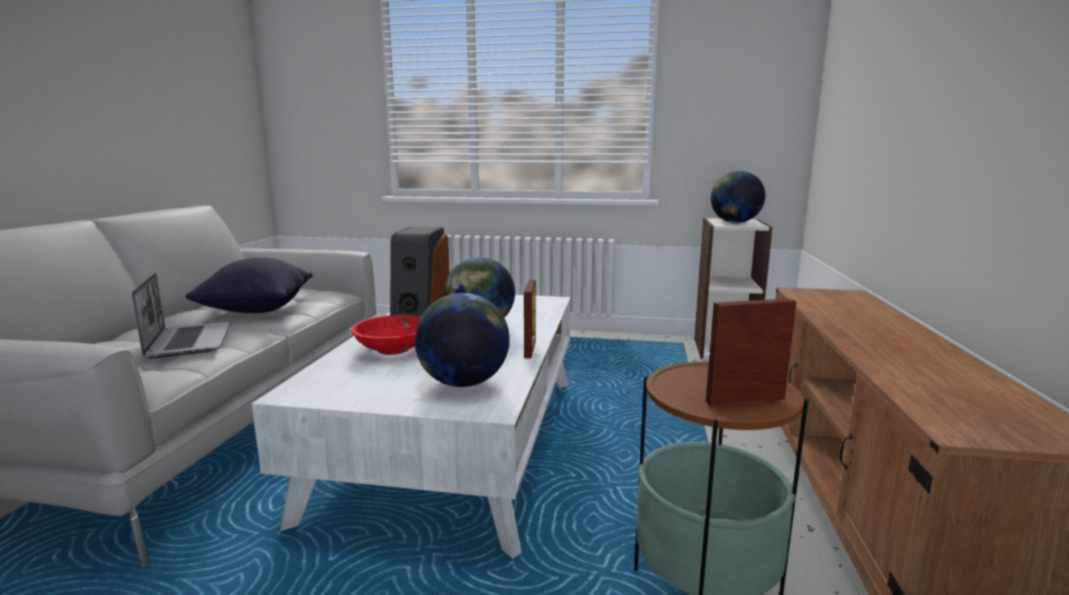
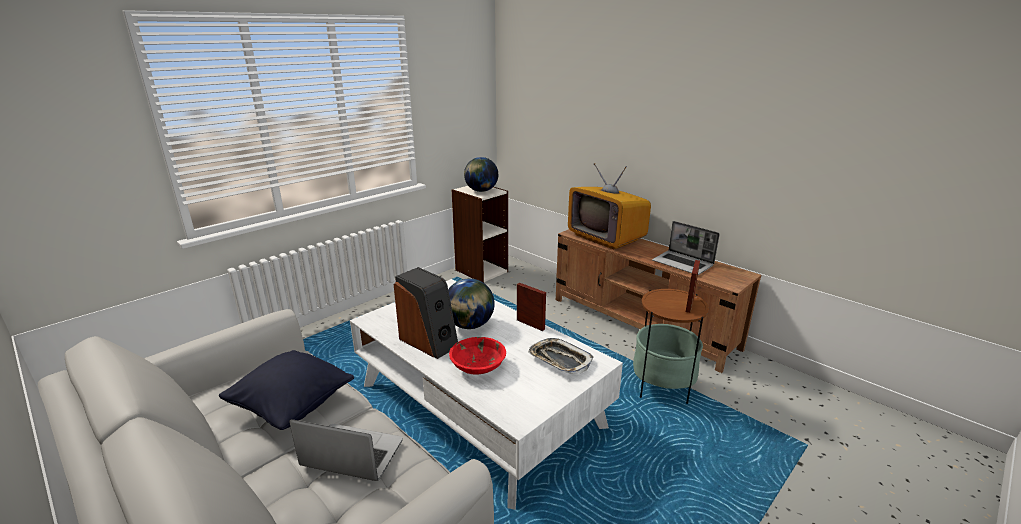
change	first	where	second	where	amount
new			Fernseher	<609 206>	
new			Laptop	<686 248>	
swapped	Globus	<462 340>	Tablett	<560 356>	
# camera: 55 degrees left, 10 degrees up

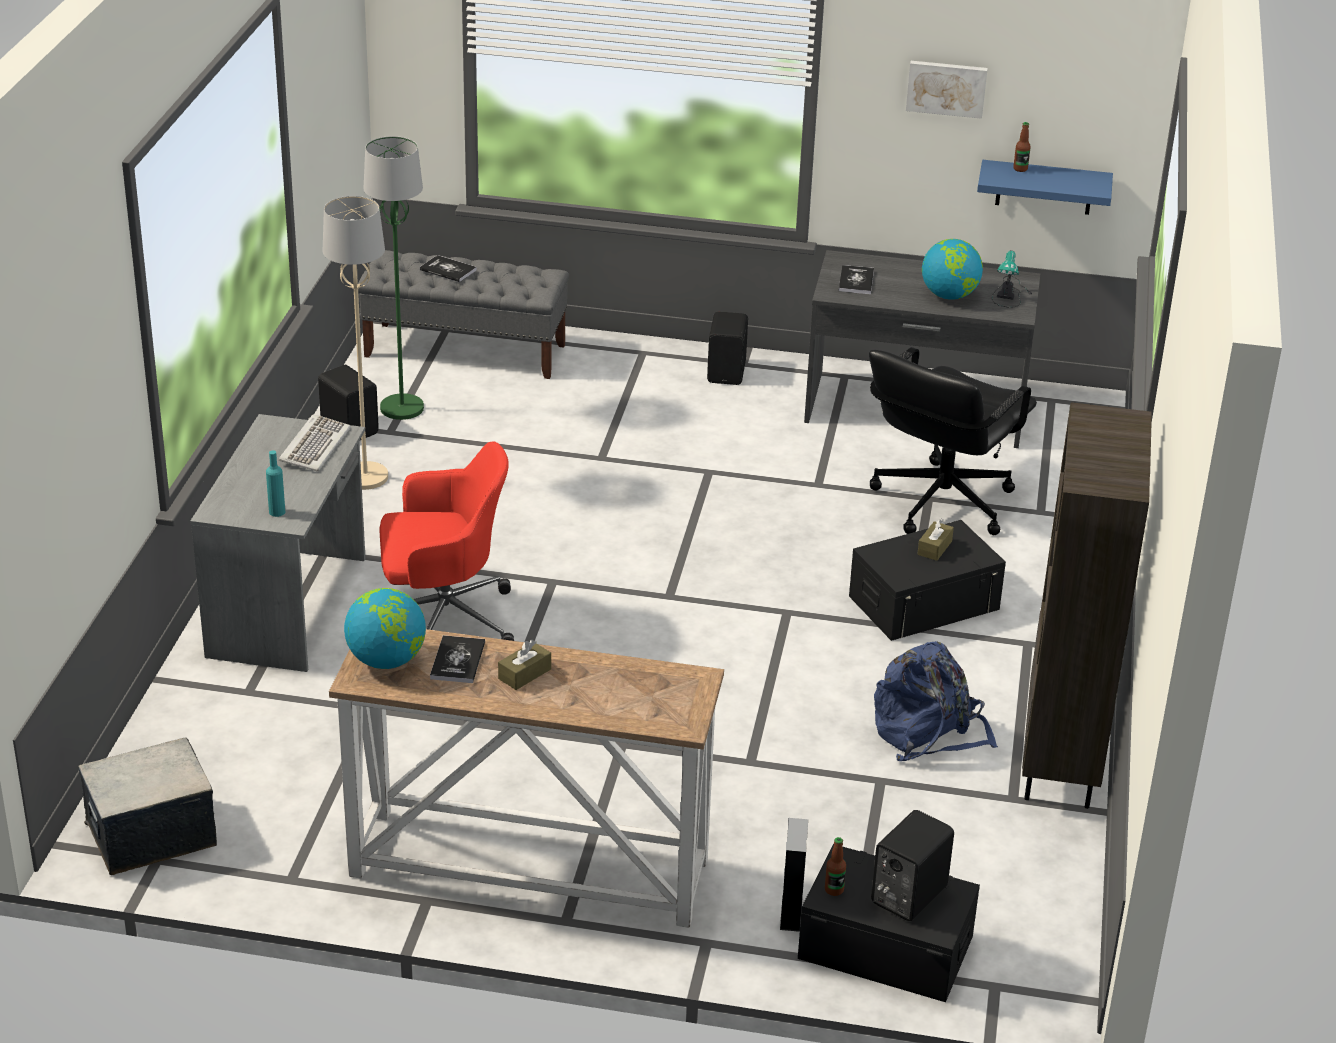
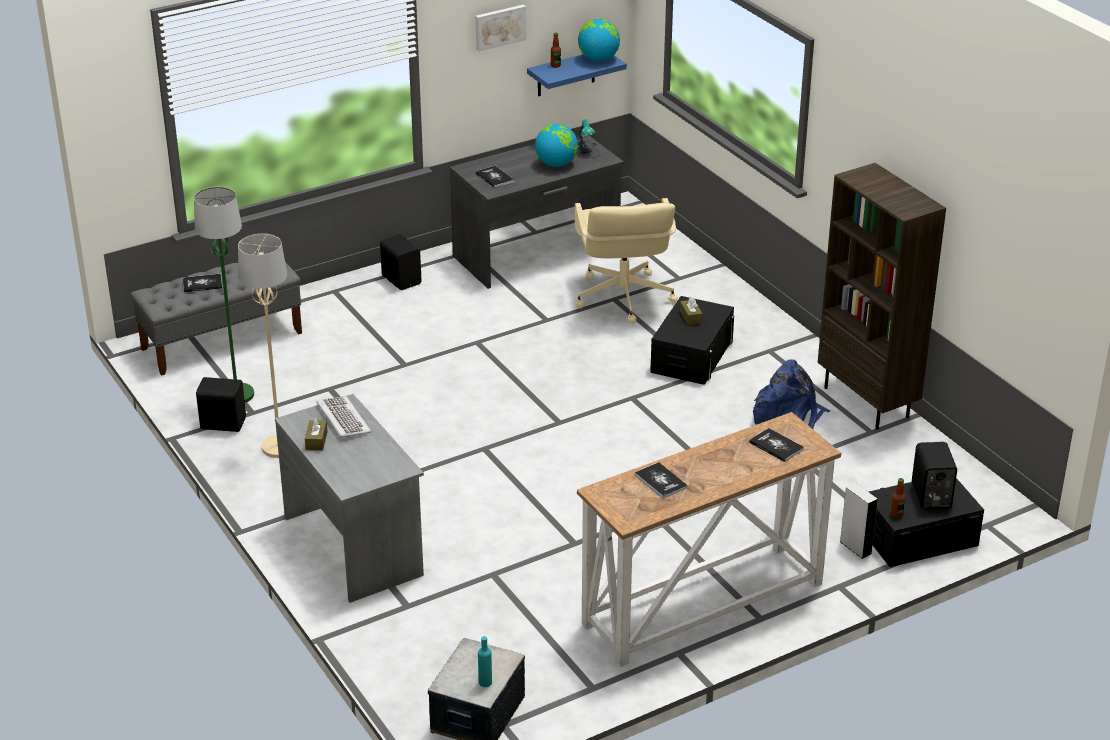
change	first	where	second	where	amount
gone	Bürostuhl/rot	<446 541>			
new			Buch	<776 445>	
shifted	Flasche/türkis	<275 483>		<485 661>	
shifted	Globus	<385 628>		<599 40>	
shifted	Taschentuchbox/braun	<524 665>		<316 434>	
repainted	Bürostuhl/schwarz	<953 441>	Bürostuhl/beige	<626 261>	
# camera: 40 degrees left, 0 degrees up

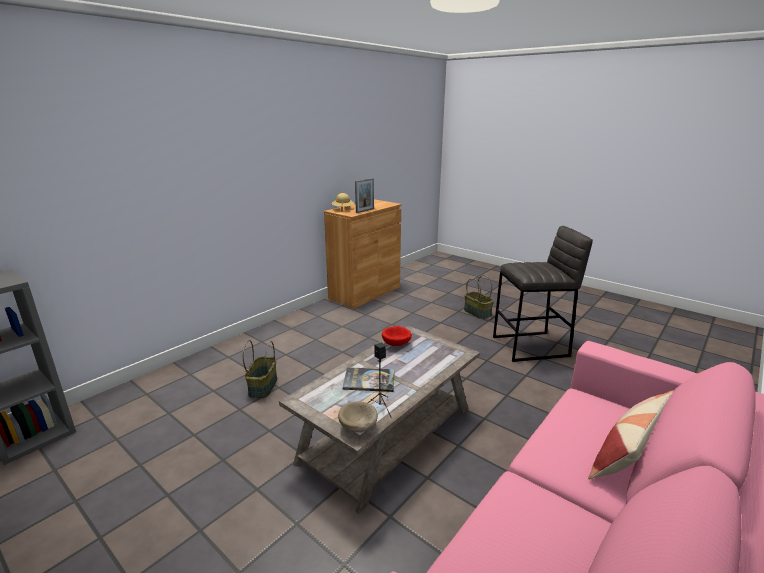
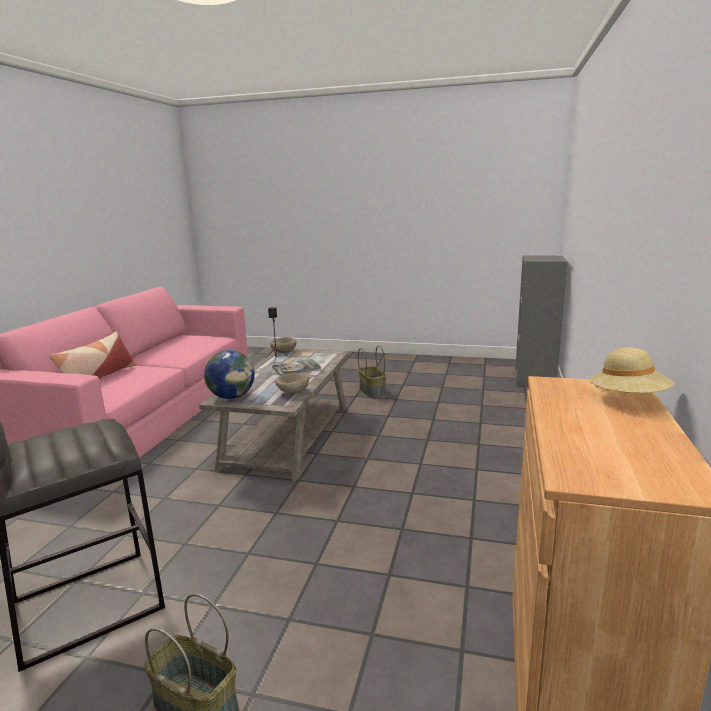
change	first	where	second	where	amount
gone	Bilderrahmen	<364 195>			
new			Globus	<229 374>	
shifted	Korb	<260 369>		<372 372>	
repainted	Schüssel/rot	<397 336>	Schüssel/beige	<292 383>	
# camera: 155 degrees right, 5 degrees down

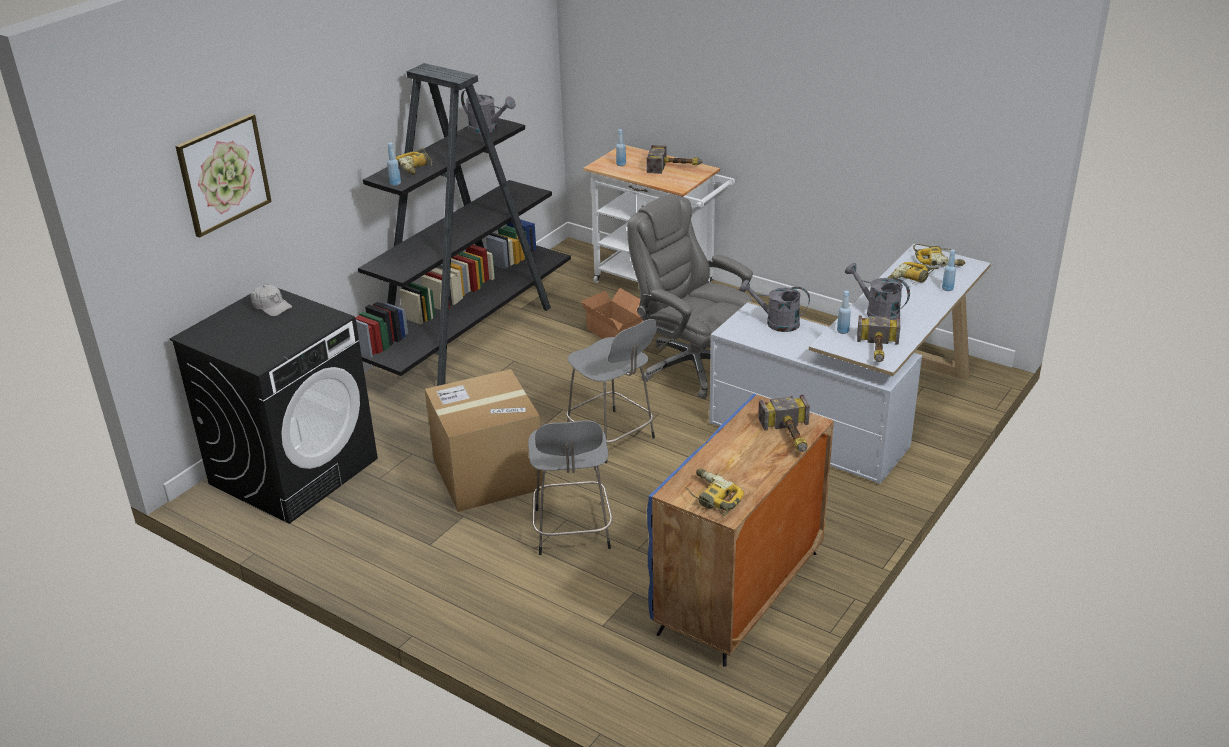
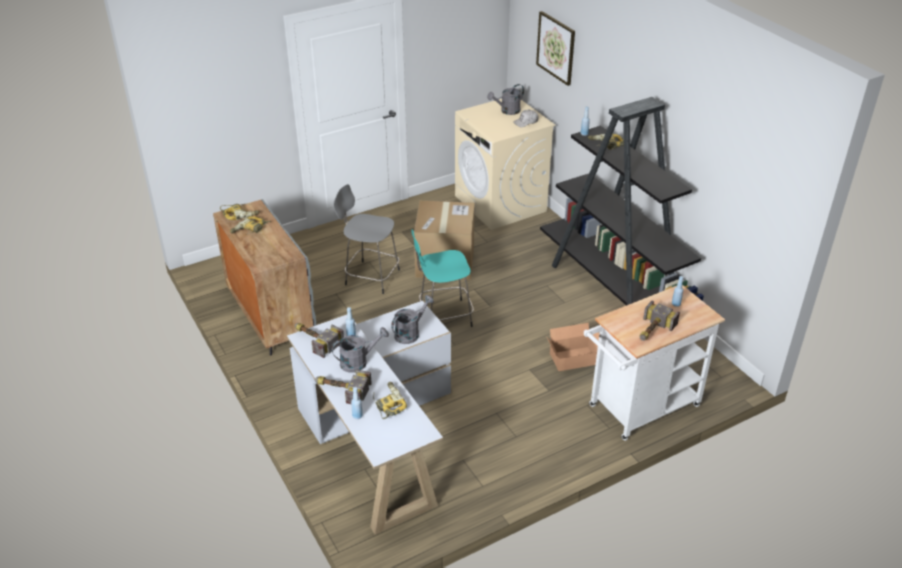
change	first	where	second	where	amount
gone	Bürostuhl/grau	<690 296>			
shifted	Gießkanne/grau	<488 112>		<505 99>	
shifted	Hammer	<784 423>		<343 386>	
shifted	Bohrmaschine	<939 255>		<251 225>	
repainted	Waschmaschine/schwarz	<274 404>	Waschmaschine/beige	<505 164>	
repainted	Hocker/grau	<611 391>	Hocker/türkis	<442 278>	
repainted	Schrank/blau	<740 530>	Schrank/grau	<264 277>	
# camera: 115 degrees right, 5 degrees up

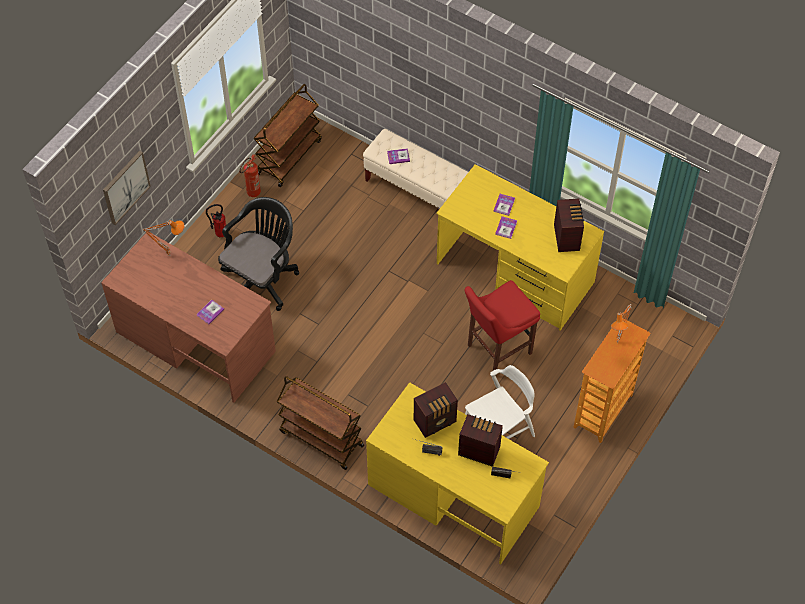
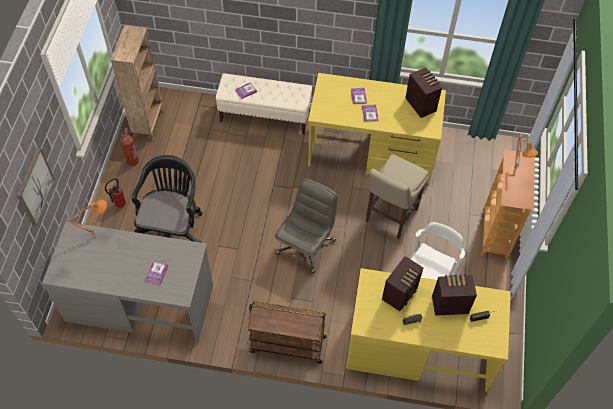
change	first	where	second	where	amount
new			Bürostuhl/grau	<306 226>	
swapped	Rollwagen/braun	<288 135>	Bücherregal/braun	<137 83>	
repainted	Schreibtisch/braun	<188 317>	Schreibtisch/grau	<127 282>	
repainted	Hocker/rot	<502 325>	Hocker/beige	<397 196>	
# camera: 25 degrees left, 0 degrees up

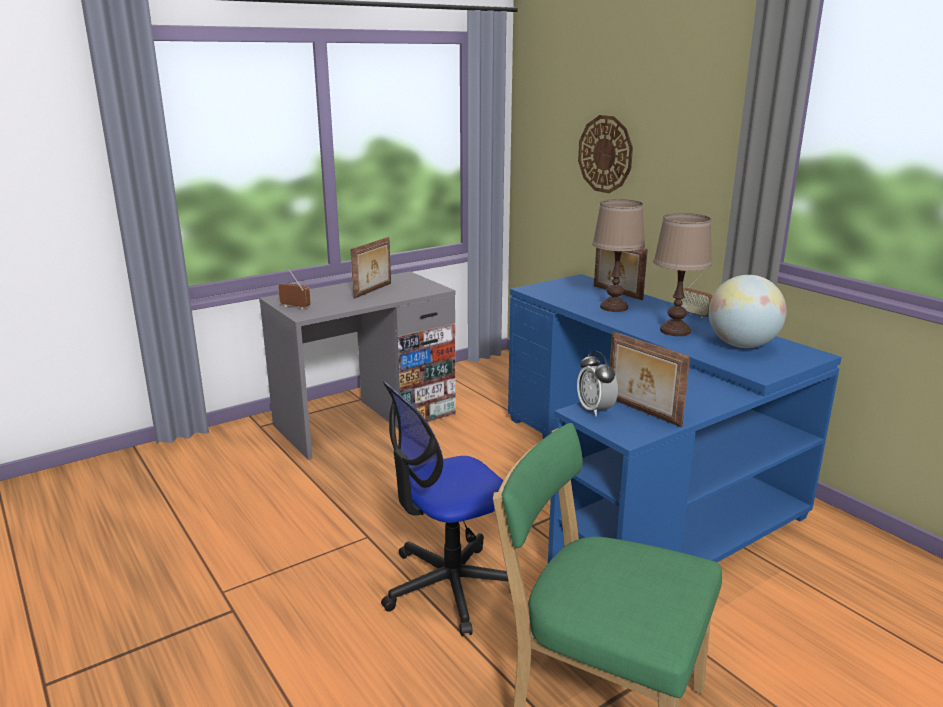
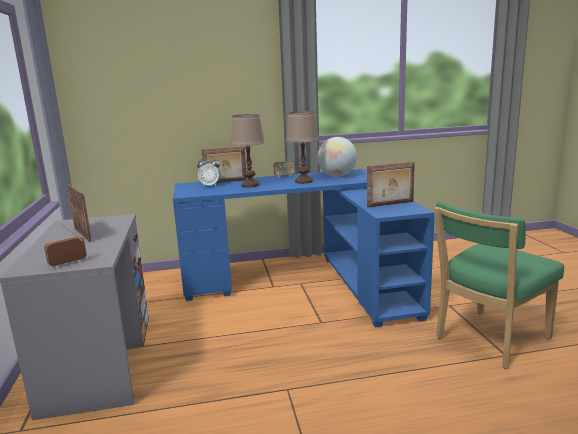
change	first	where	second	where	amount
gone	Bürostuhl	<446 508>			
gone	Wanduhr	<605 154>			
shifted	Wecker	<597 383>		<209 171>	
# camera: 65 degrees left, 5 degrees down

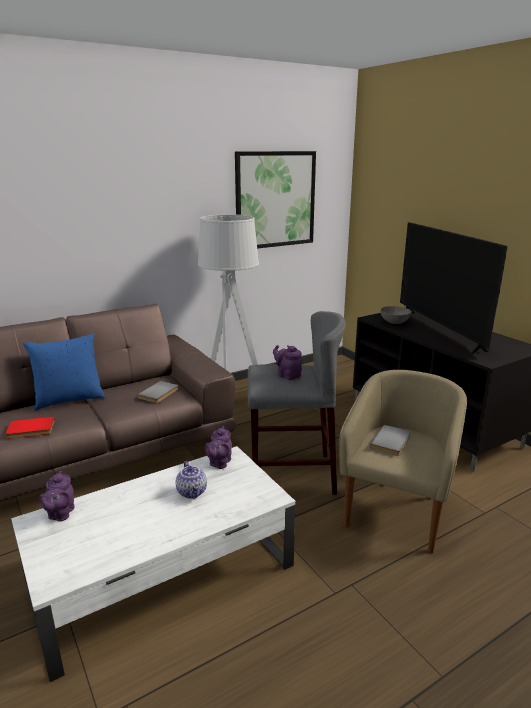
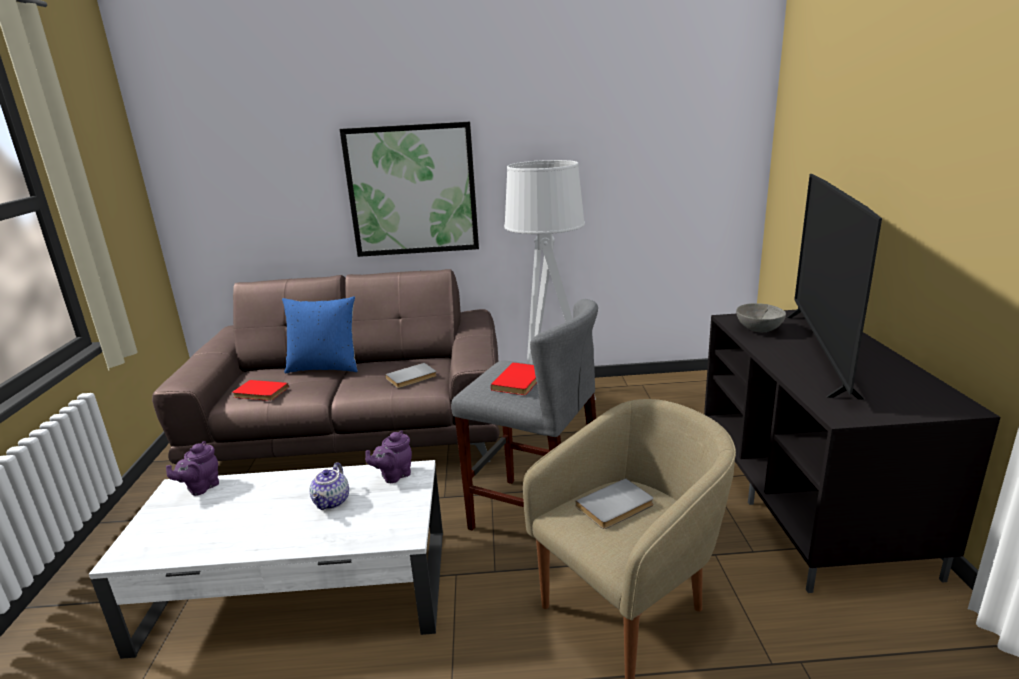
change	first	where	second	where	amount
shifted	Bild	<275 200>		<409 189>	
swapped	Teekanne/lila	<287 362>	Buch/rot	<514 378>	
# camera: 30 degrees right, 0 degrees up

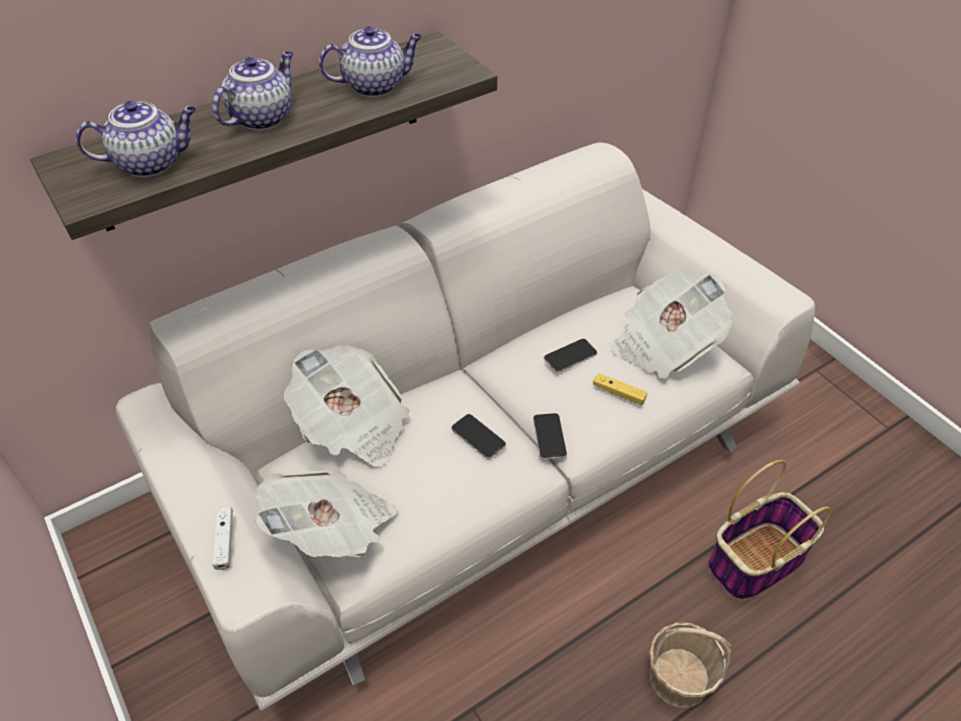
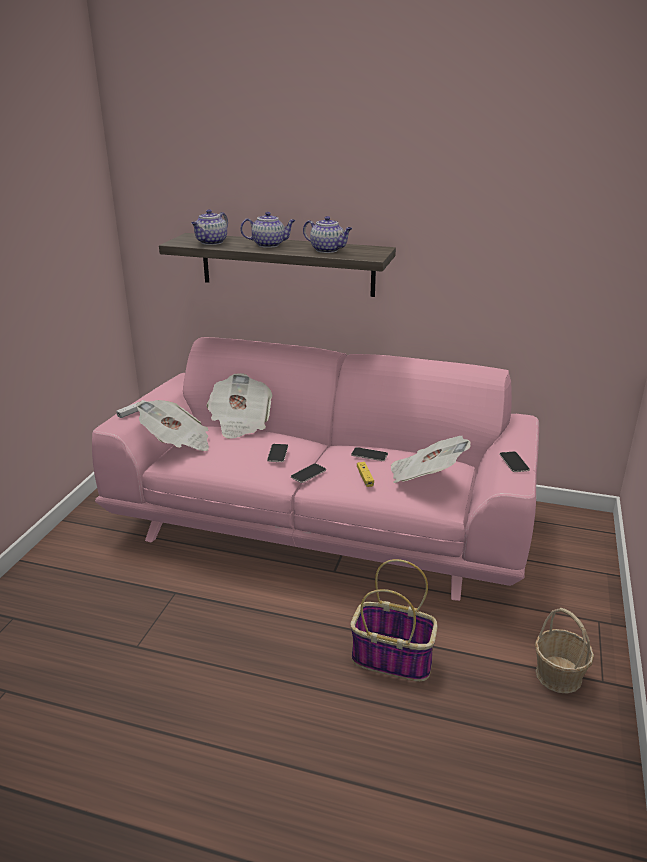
change	first	where	second	where	amount
new			Handy	<514 461>	
shifted	Korb	<690 665>		<564 651>	
repainted	Sofa/weiß	<465 427>	Sofa/rosa	<315 469>	
rotated	Teekanne	<135 139>		<209 227>	90 degrees clockwise
# camera: 50 degrees right, 20 degrees down

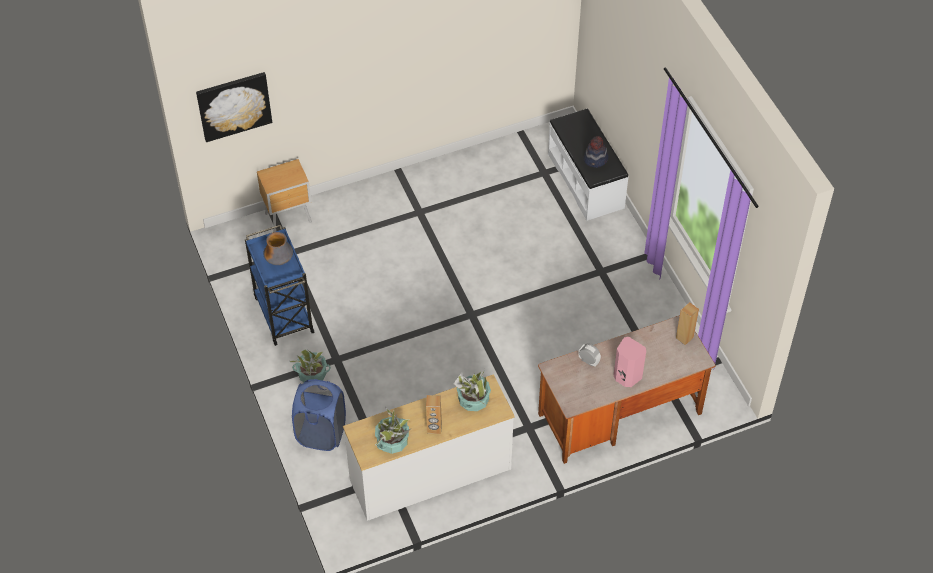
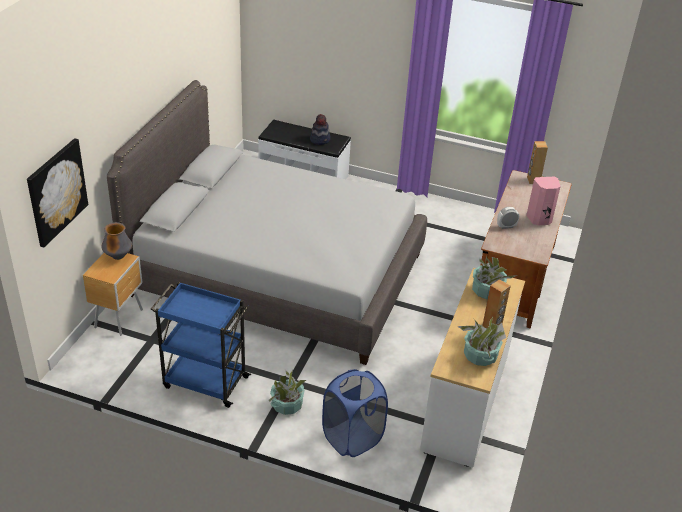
change	first	where	second	where	amount
new			Bett/grau	<267 222>	
shifted	Vase	<278 248>		<116 241>	
# camera: 50 degrees left, 15 degrees down

